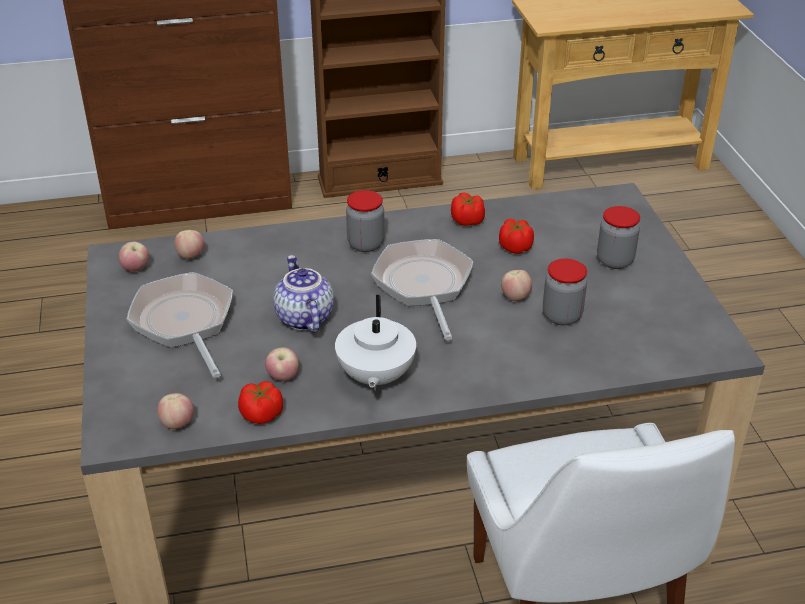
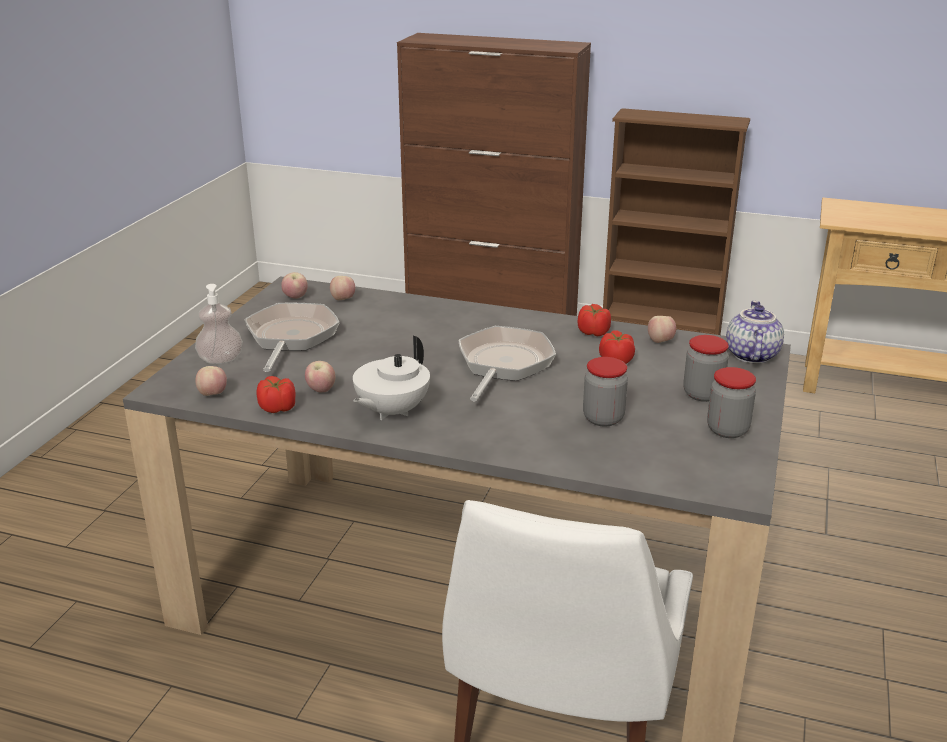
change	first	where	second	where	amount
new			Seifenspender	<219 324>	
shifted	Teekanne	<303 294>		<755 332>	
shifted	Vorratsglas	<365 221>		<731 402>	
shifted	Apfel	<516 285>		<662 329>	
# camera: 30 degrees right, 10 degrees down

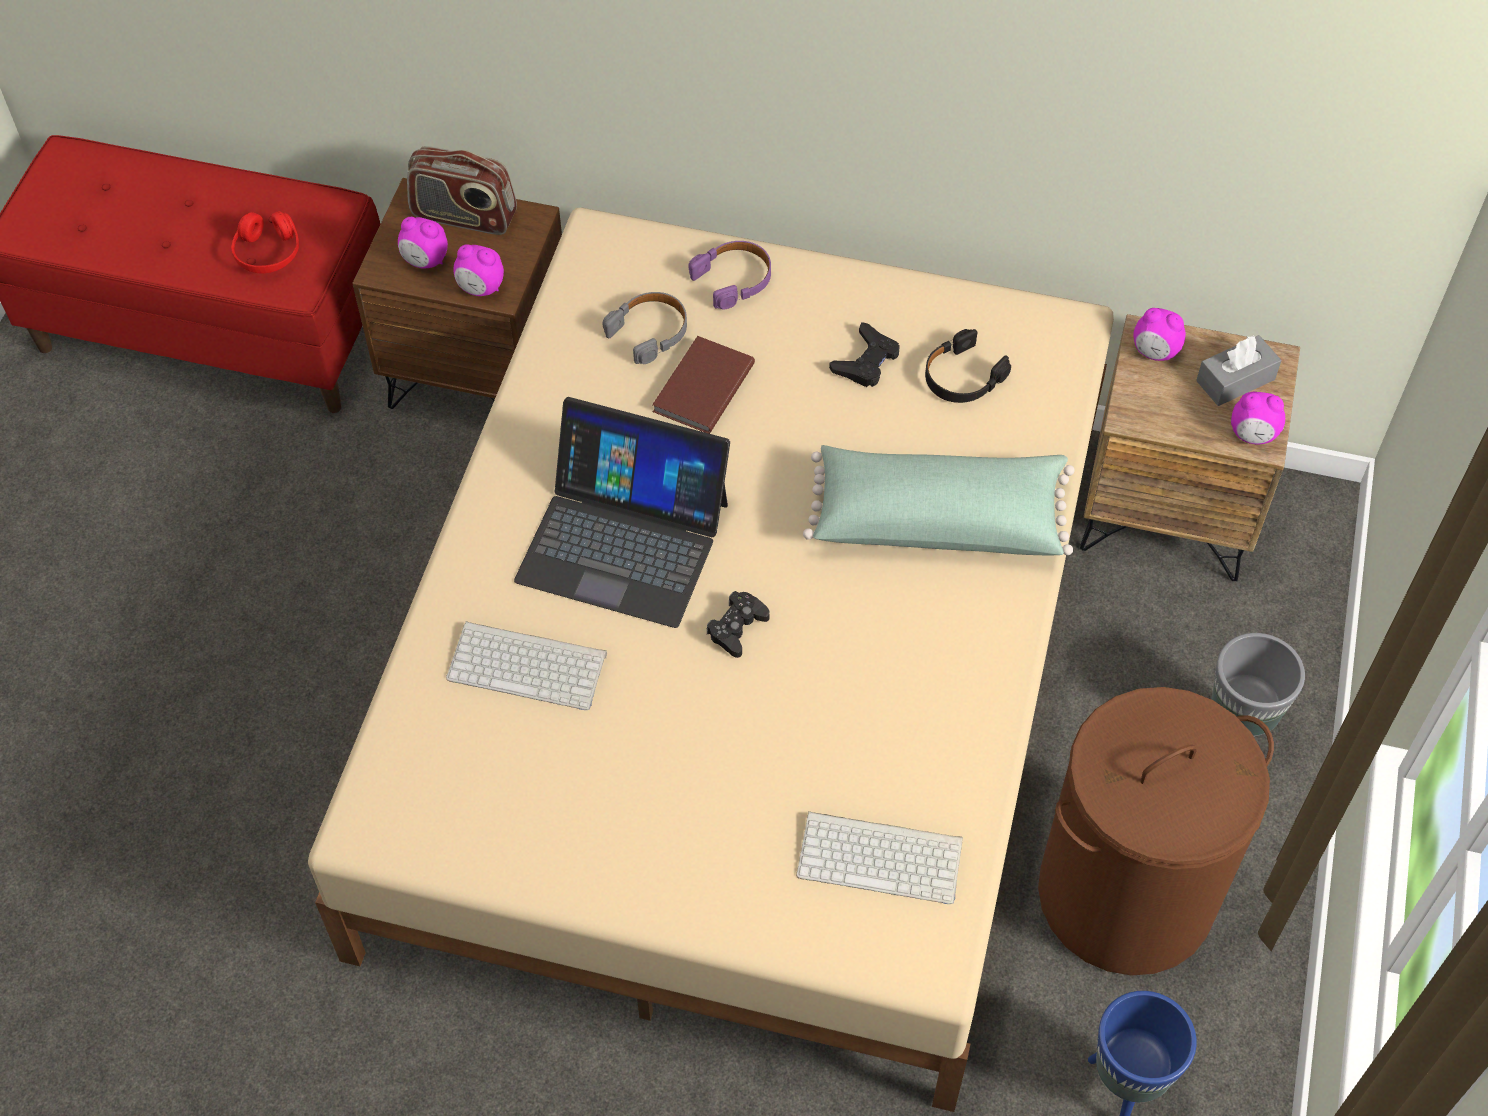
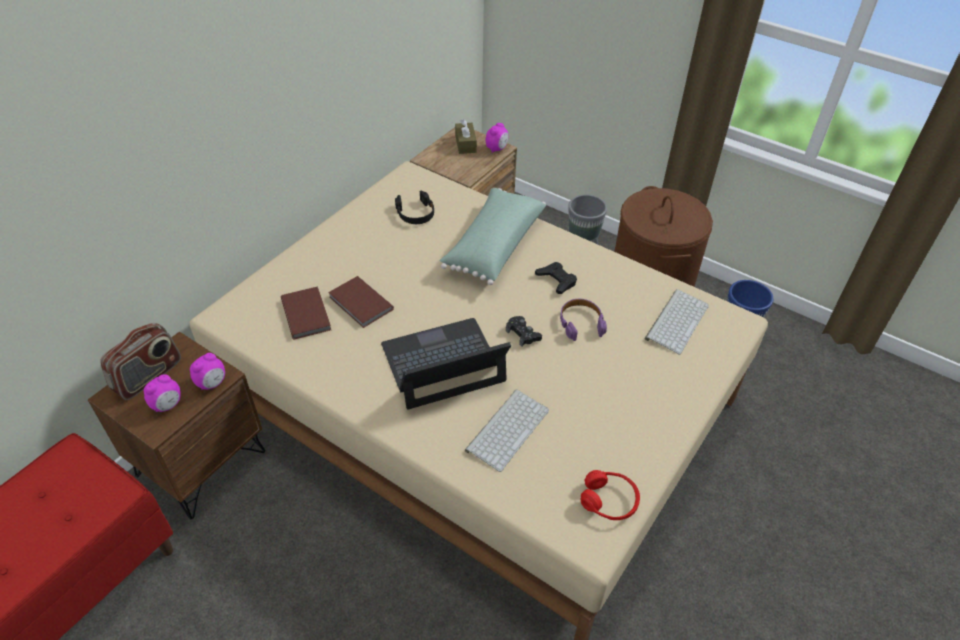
change	first	where	second	where	amount
gone	Wecker	<1159 334>			
shifted	Kopfhörer/rot	<265 242>		<610 495>	
shifted	Kopfhörer/lila	<729 275>		<583 320>	
shifted	Gamepad/schwarz	<864 354>		<556 278>	
swapped	Kopfhörer/grau	<644 328>	Buch/braun	<306 313>	
repainted	Taschentuchbox/grau	<1238 370>	Taschentuchbox/braun	<466 136>	
rotated	Laptop	<622 512>		<446 363>	150 degrees counterclockwise
# camera: 70 degrees left, 10 degrees down

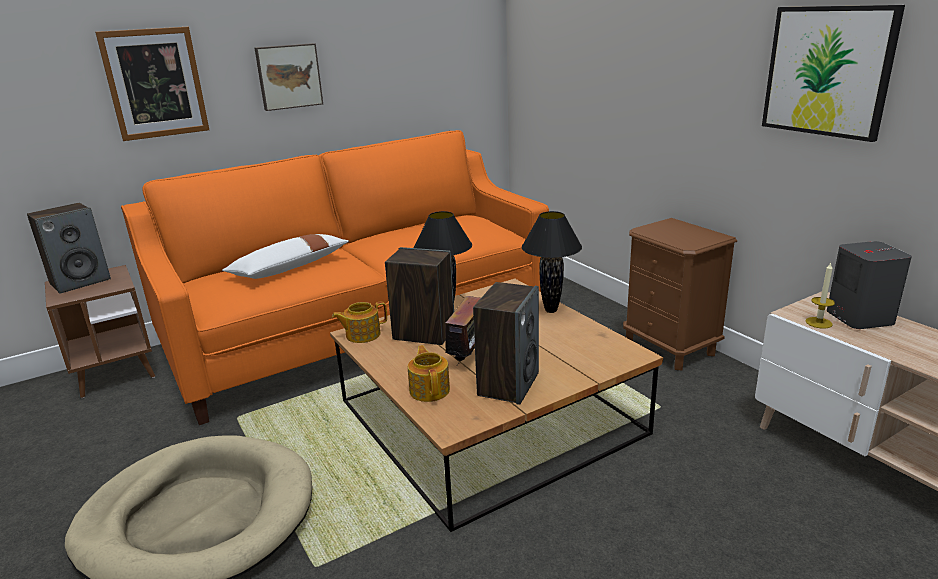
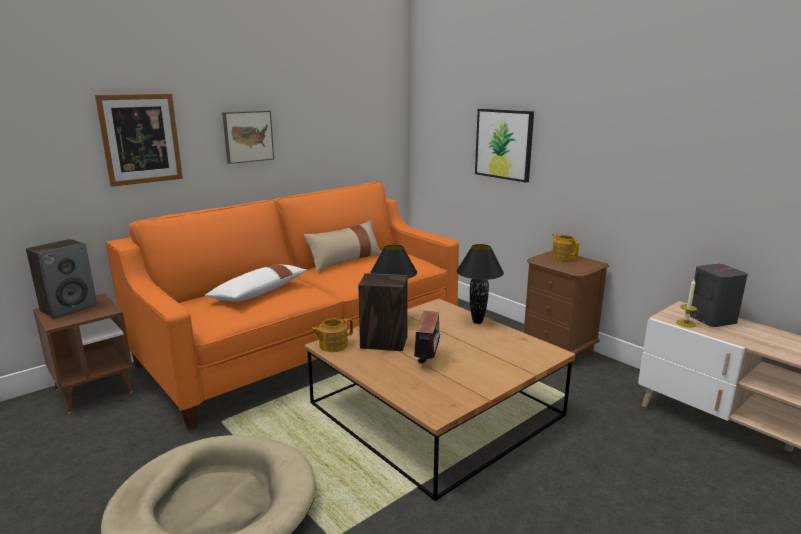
change	first	where	second	where	amount
gone	Lautsprecher	<506 343>			
new			Kissen/beige	<342 246>	
shifted	Teekanne	<429 373>		<565 247>	
shifted	Bild	<833 73>		<504 146>	
# camera: 10 degrees left, 5 degrees down

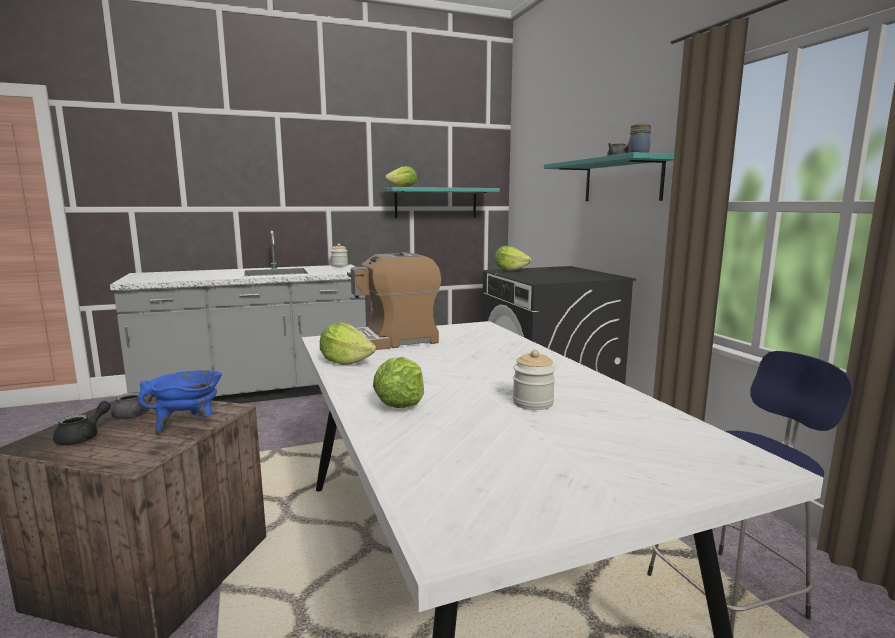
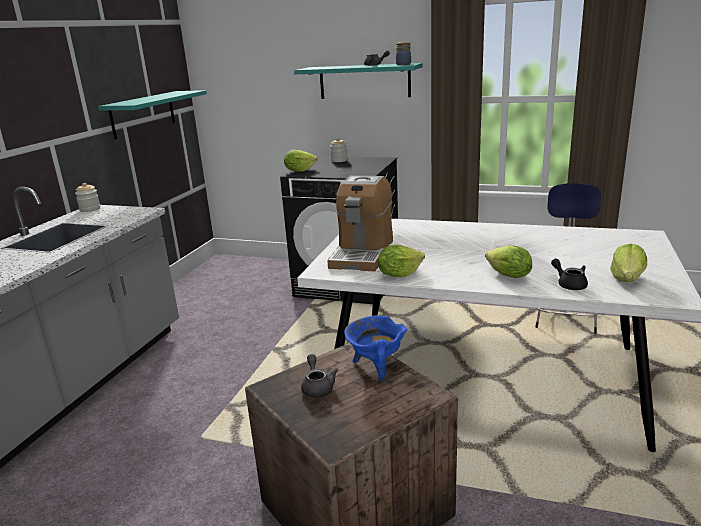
change	first	where	second	where	amount
shifted	Teekanne/schwarz	<82 423>		<569 274>	
shifted	Salatkopf	<401 176>		<629 262>	
shifted	Vorratsglas	<534 380>		<339 150>	
# camera: 50 degrees left, 10 degrees up

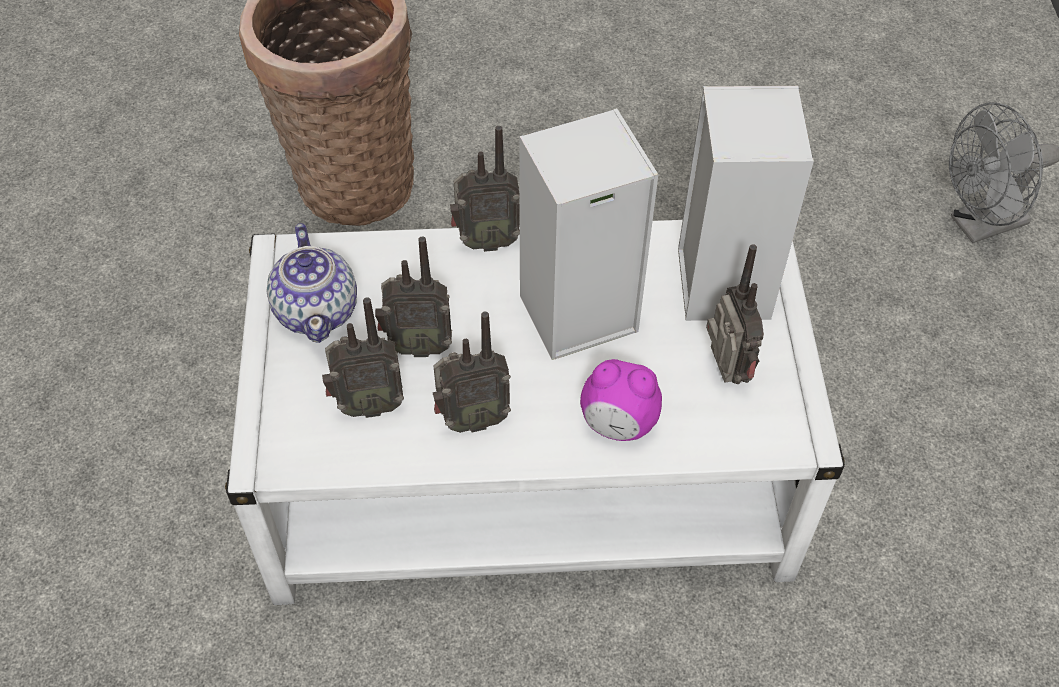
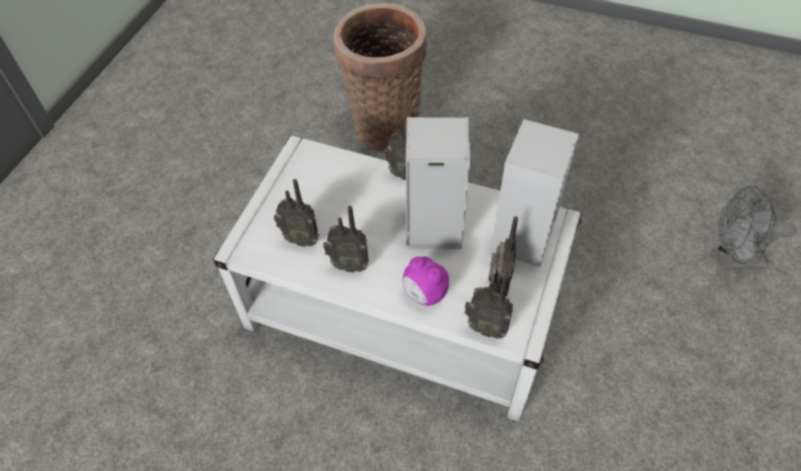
change	first	where	second	where	amount
gone	Teekanne	<311 283>			
shifted	Radio	<413 297>		<488 307>	
# camera: 25 degrees right, 0 degrees up

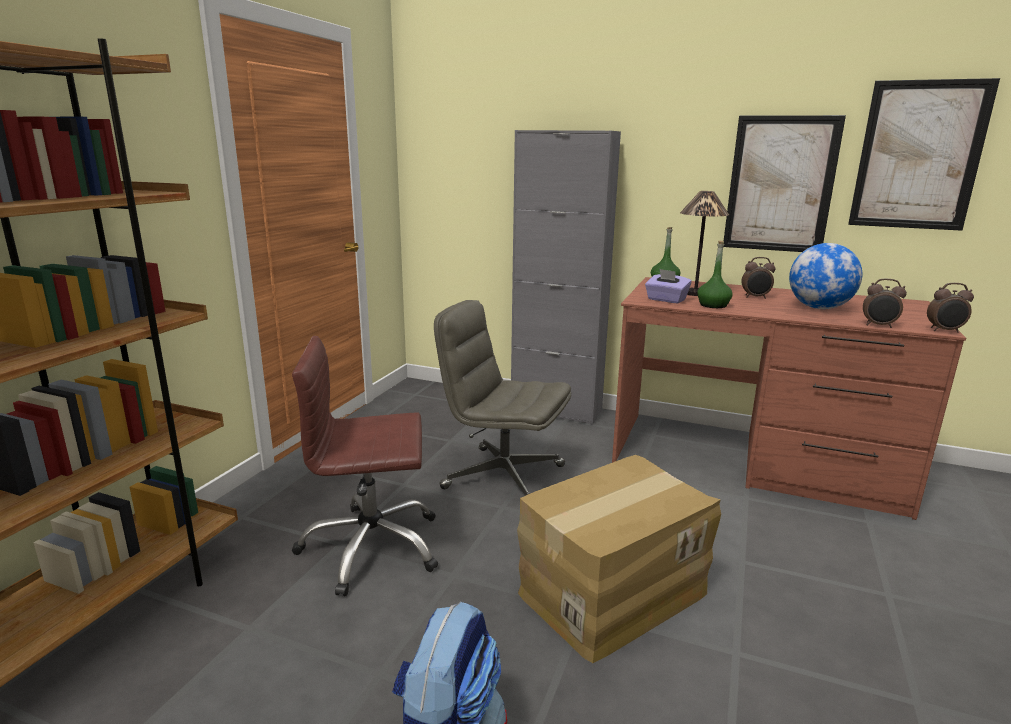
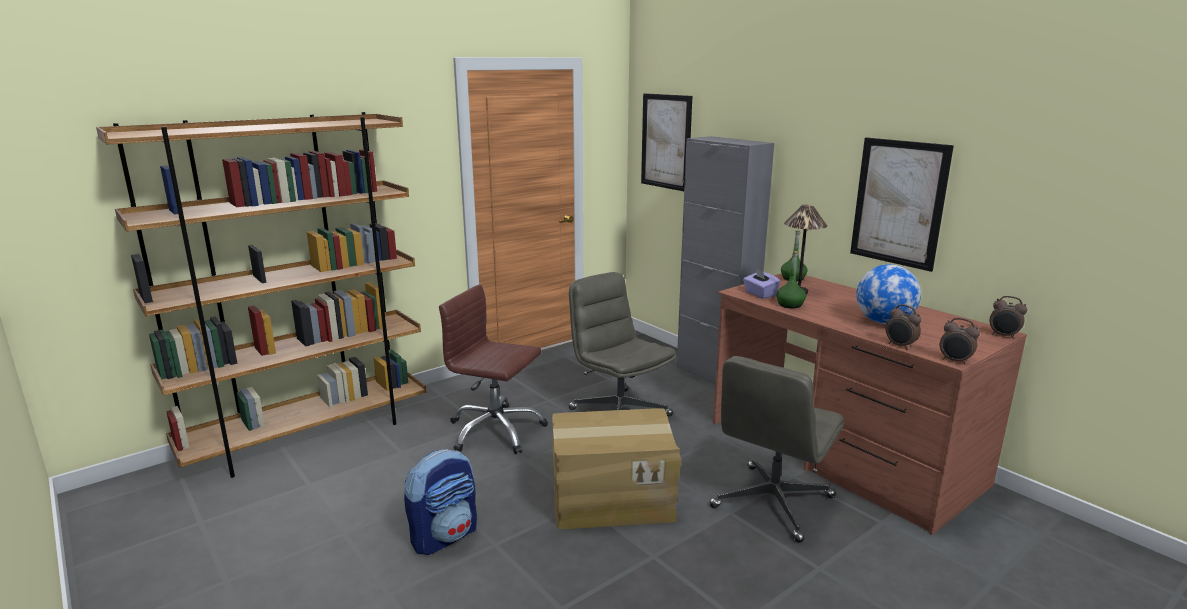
change	first	where	second	where	amount
new			Bürostuhl/grau	<777 449>	
shifted	Wecker	<758 278>		<1008 317>	
shifted	Bild	<924 154>		<666 142>	
# camera: 30 degrees right, 0 degrees up

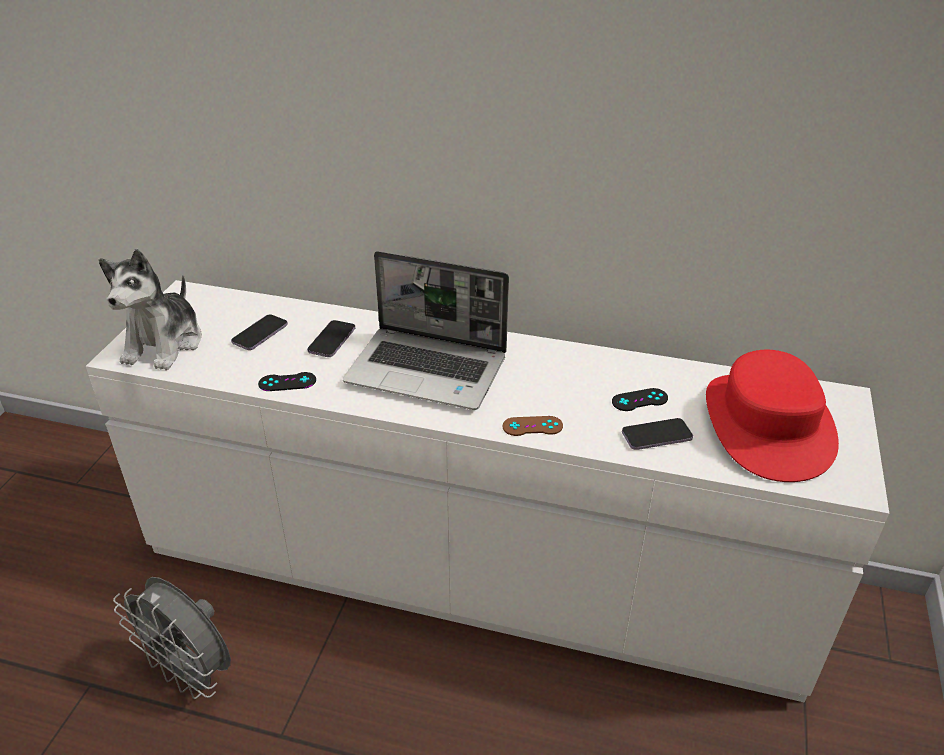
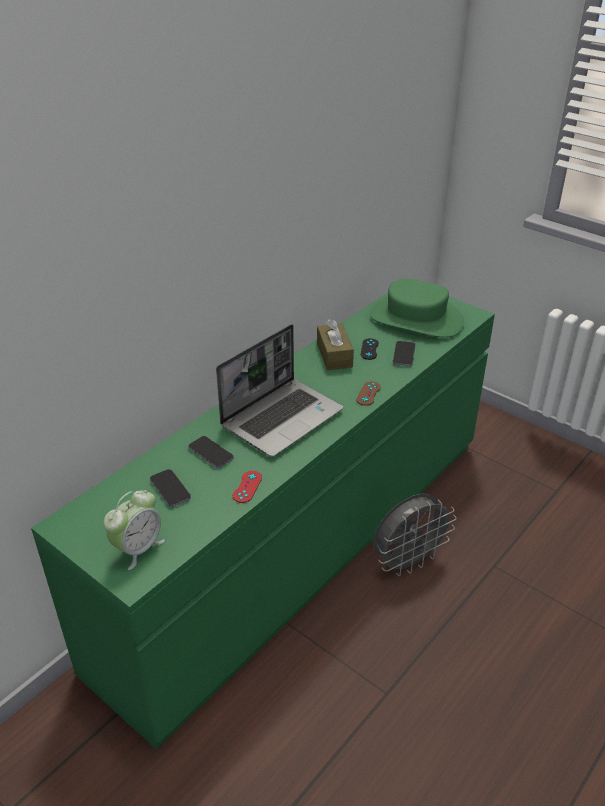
change	first	where	second	where	amount
new			Taschentuchbox/braun	<335 344>	
shifted	Ventilator/grau	<172 638>		<415 535>	
swapped	Plüschtier	<150 309>	Wecker	<134 530>	
repainted	Kommode/weiß	<487 491>	Kommode/grün	<263 521>	
repainted	Gamepad/schwarz	<287 381>	Gamepad/rot	<247 487>	
repainted	Hut/rot	<772 416>	Hut/grün	<417 308>	
# camera: 65 degrees left, 0 degrees up

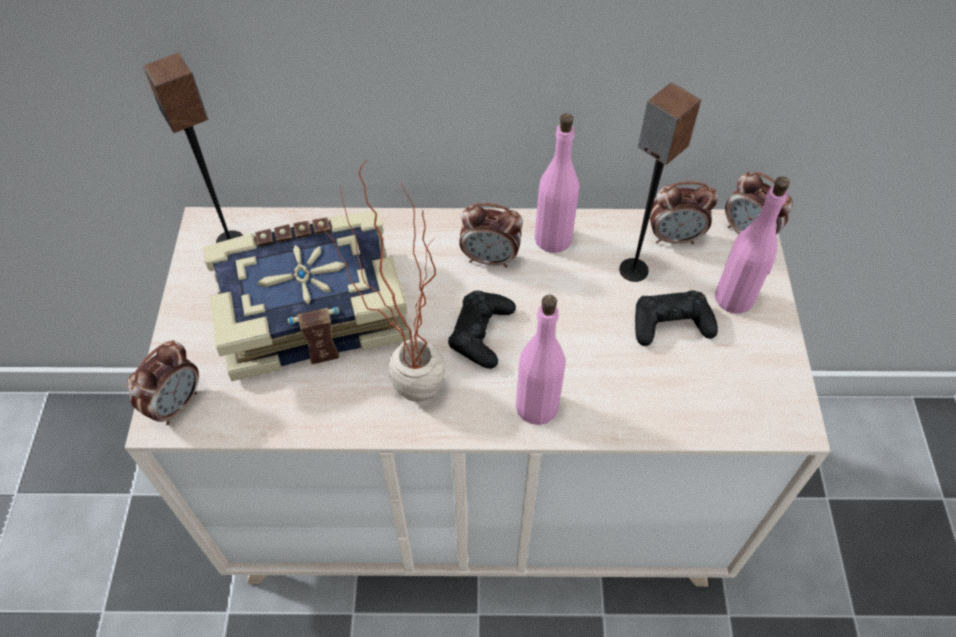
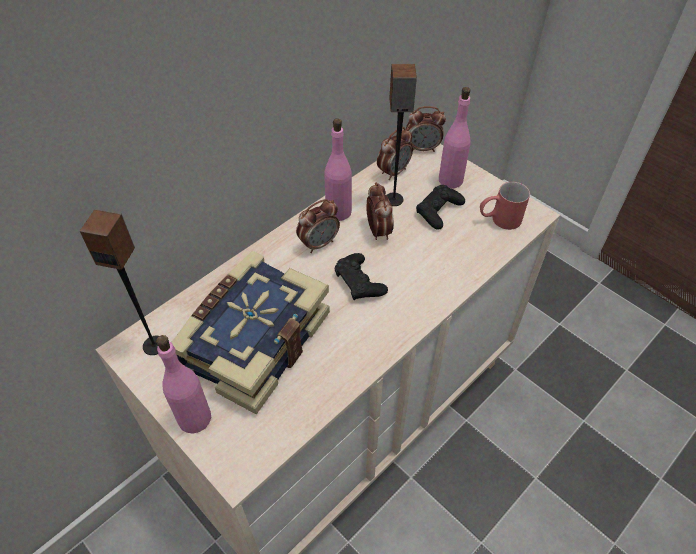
change	first	where	second	where	amount
gone	Topfpflanze	<380 281>			
new			Henkelbecher/rot	<505 206>	
shifted	Wecker	<163 382>		<380 211>	
shifted	Flasche/rosa	<540 360>		<183 384>	
# camera: 45 degrees left, 5 degrees down

